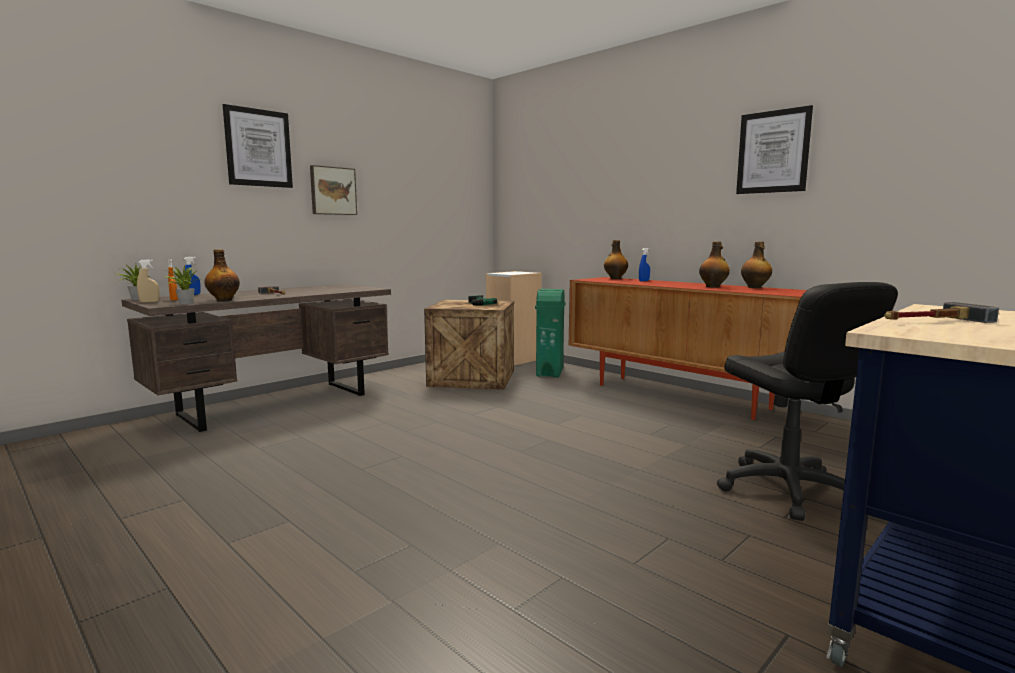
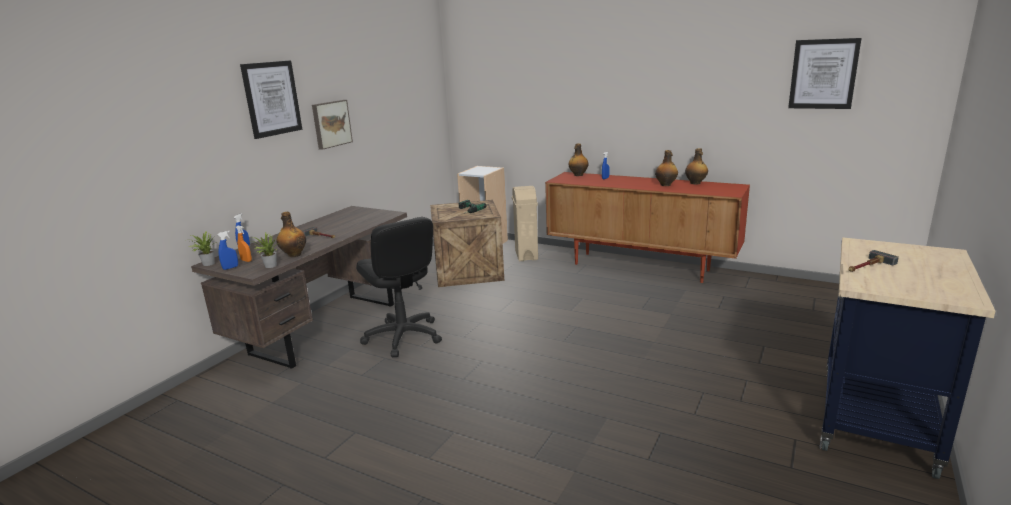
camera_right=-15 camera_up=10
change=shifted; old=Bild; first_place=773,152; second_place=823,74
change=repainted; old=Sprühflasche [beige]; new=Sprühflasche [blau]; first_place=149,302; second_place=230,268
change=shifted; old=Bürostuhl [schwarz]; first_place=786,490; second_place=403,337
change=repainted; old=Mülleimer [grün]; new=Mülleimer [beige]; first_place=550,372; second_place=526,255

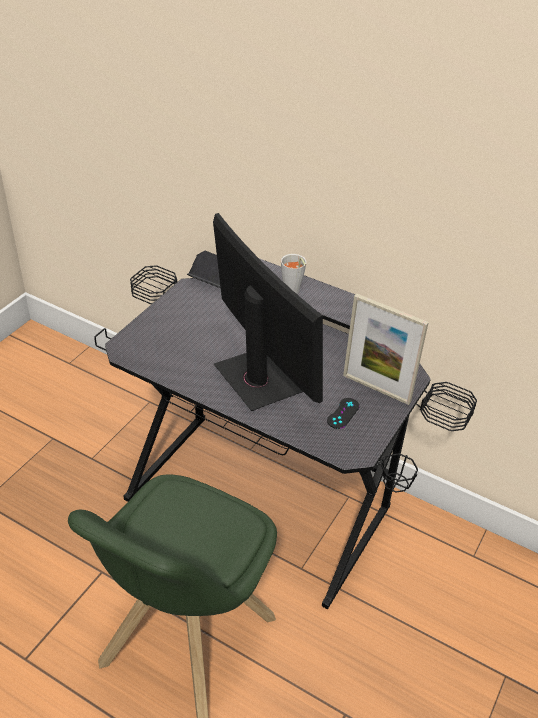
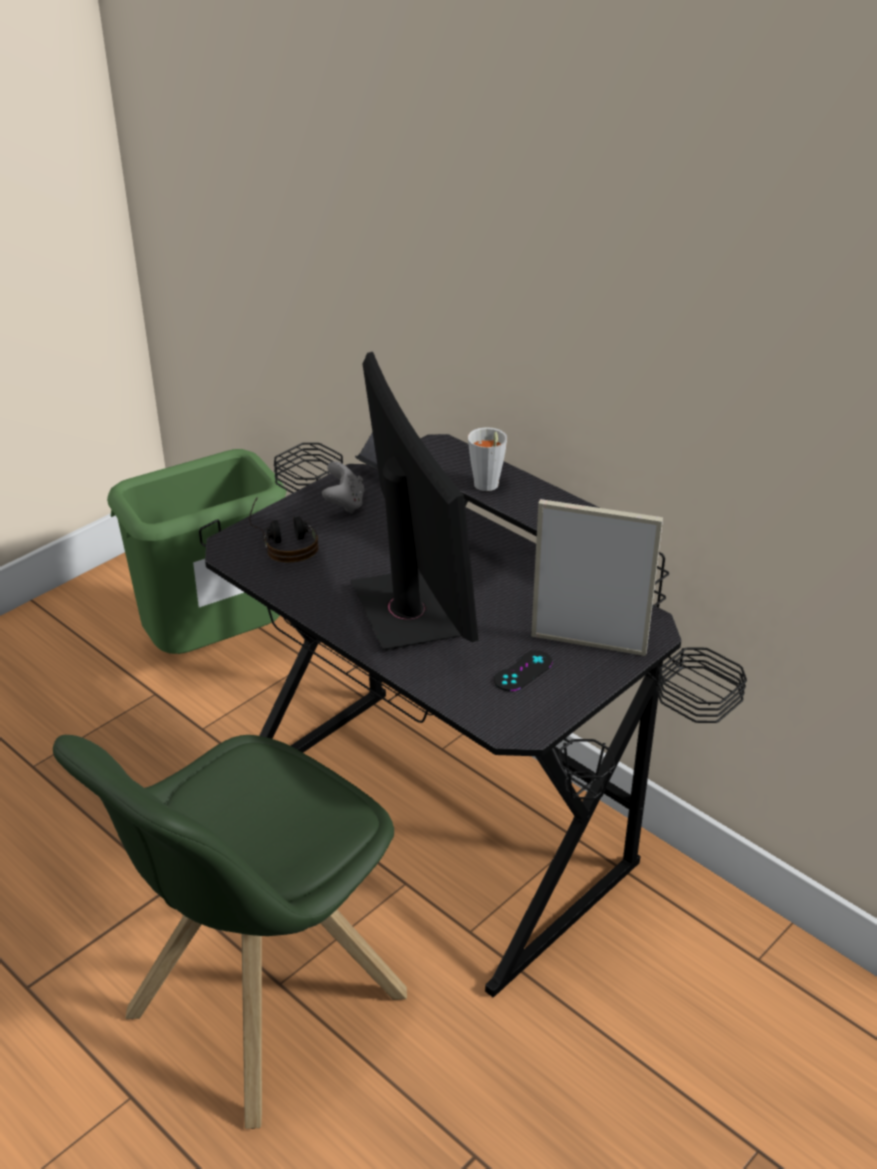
camera_right=15 camera_up=-5
change=rotated; old=Bilderrahmen; first_place=376,388; second_place=588,643; degrees=150
change=new; new=Mülleimer [grün]; second_place=217,648
change=new; new=Gamepad [grau]; second_place=344,503
change=new; new=Kopfhörer; second_place=284,541

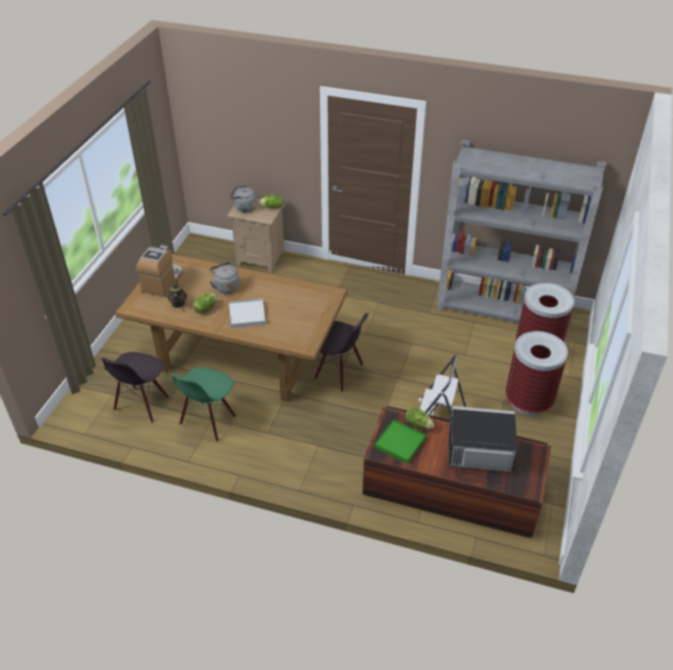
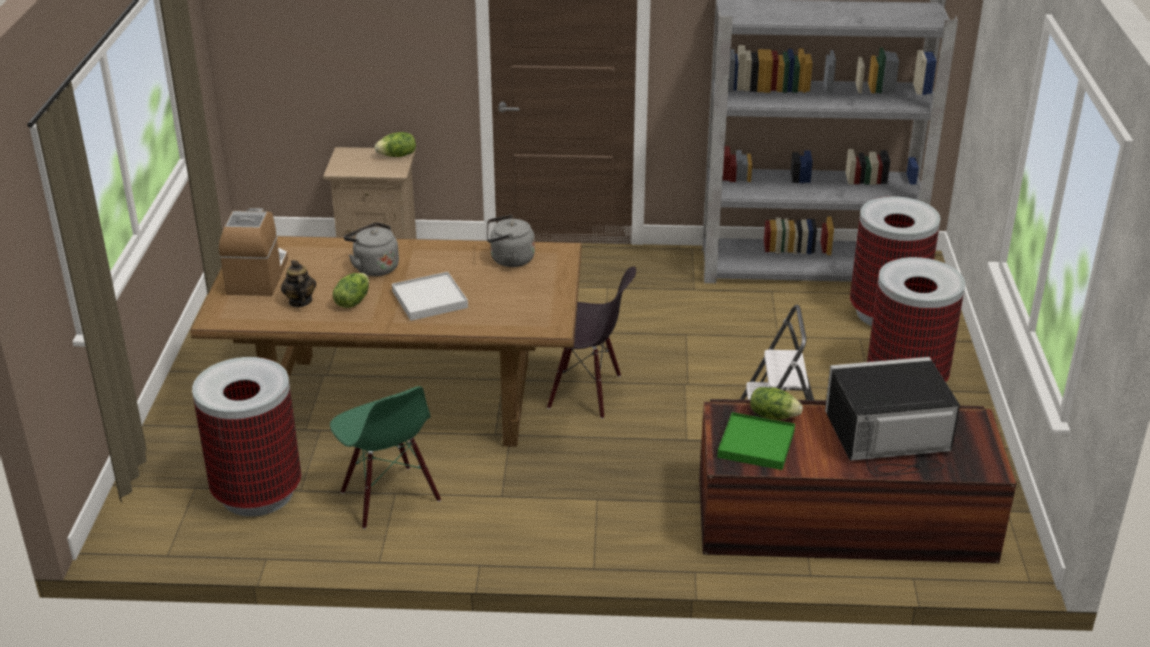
camera_right=-15 camera_up=-10
change=shifted; old=Wasserkessel [grau]; first_place=244,208; second_place=509,260
change=swapped; old=Stuhl [schwarz]; new=Mülleimer; first_place=142,404; second_place=257,493
change=rotated; old=Stuhl [grün]; first_place=208,421; second_place=389,497; degrees=-45

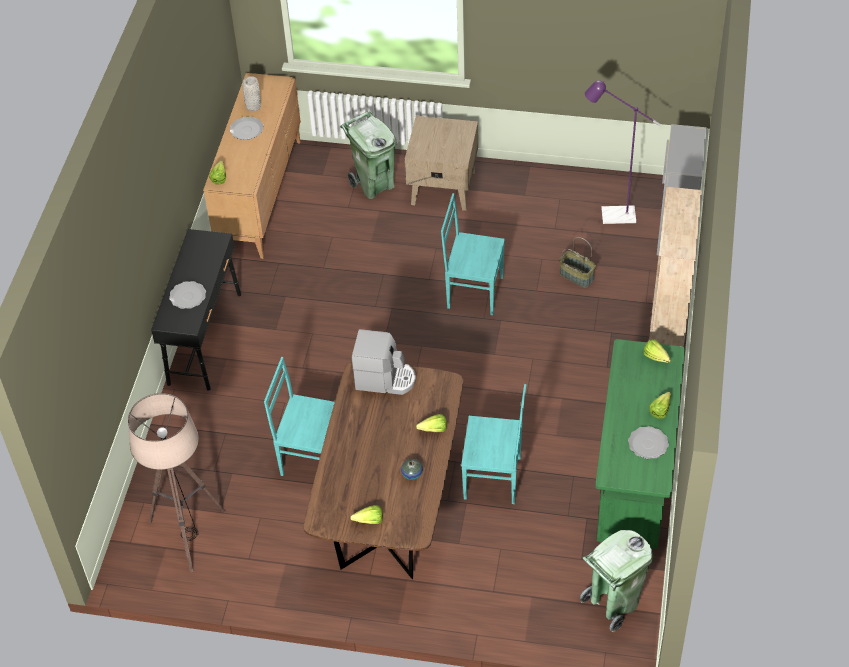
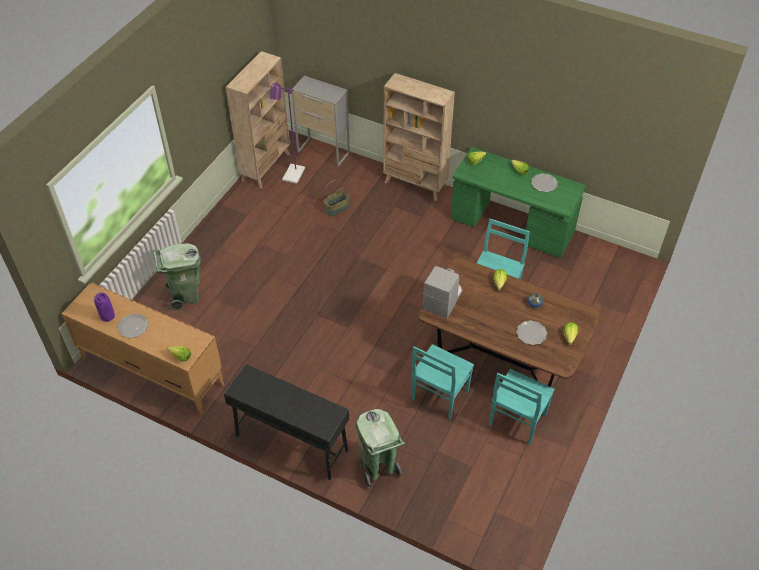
camera_right=-75 camera_up=0
change=repainted; old=Vase [grau]; new=Vase [lila]; first_place=253,106; second_place=108,317
change=gone; old=Nachttisch [beige]; first_place=444,188
change=shifted; old=Stuhl [türkis]; first_place=473,292; second_place=516,421
change=shifted; old=Teller; first_place=188,296; second_place=531,333
change=gone; old=Stehlampe; first_place=188,534
change=shifted; old=Mülleimer [grün]; first_place=613,603; second_place=378,467
change=new; new=Bücherregal [beige]; second_place=266,167

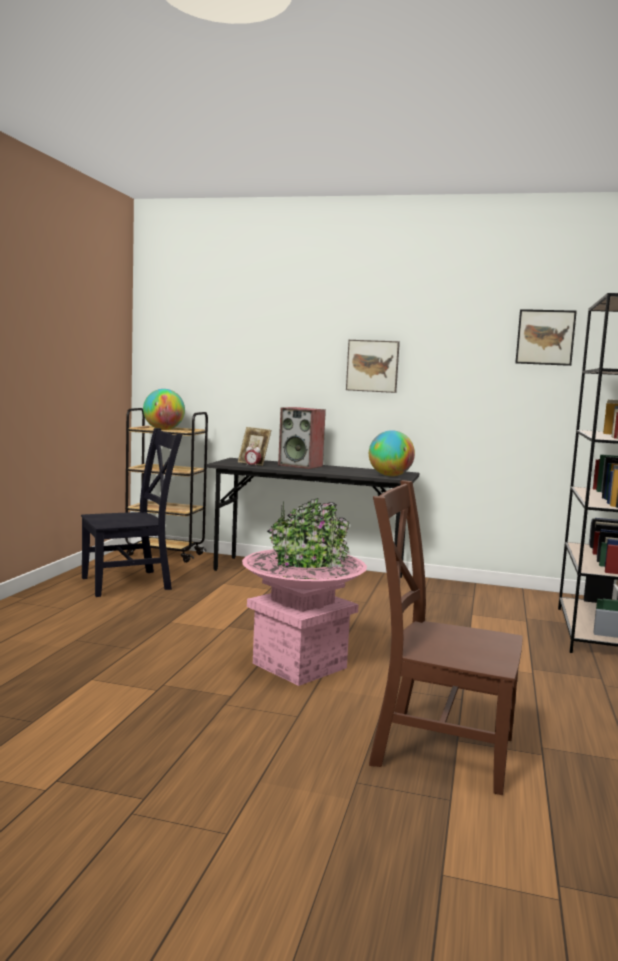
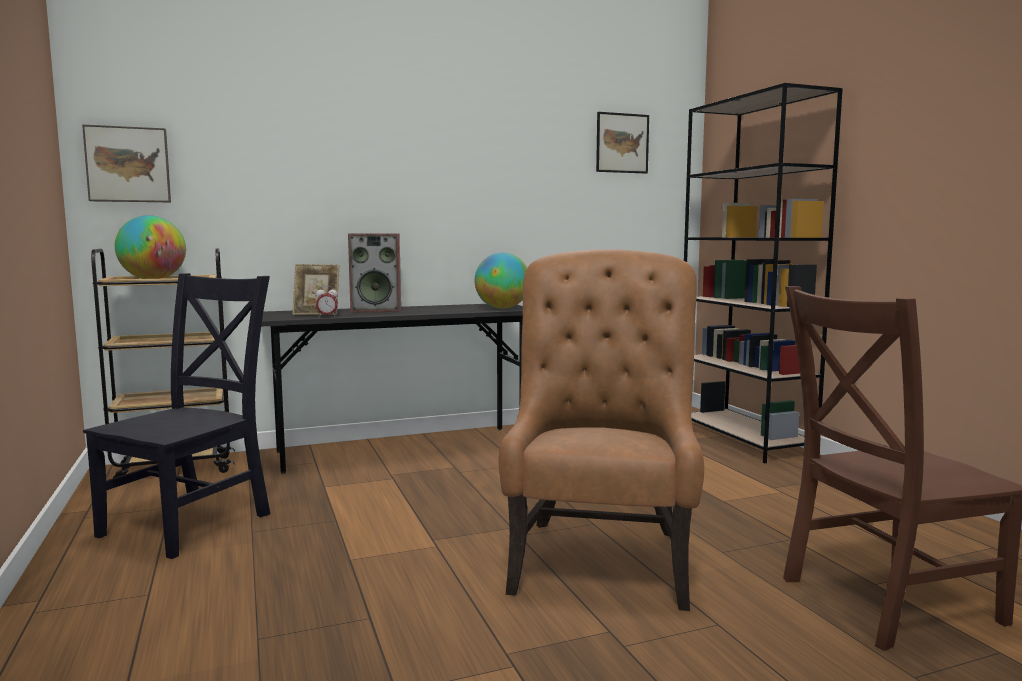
camera_right=-35 camera_up=0
change=shifted; old=Bild; first_place=373,366; second_place=128,165
change=swapped; old=Pflanzkübel [rosa]; new=Stuhl [braun]; first_place=300,665; second_place=600,560

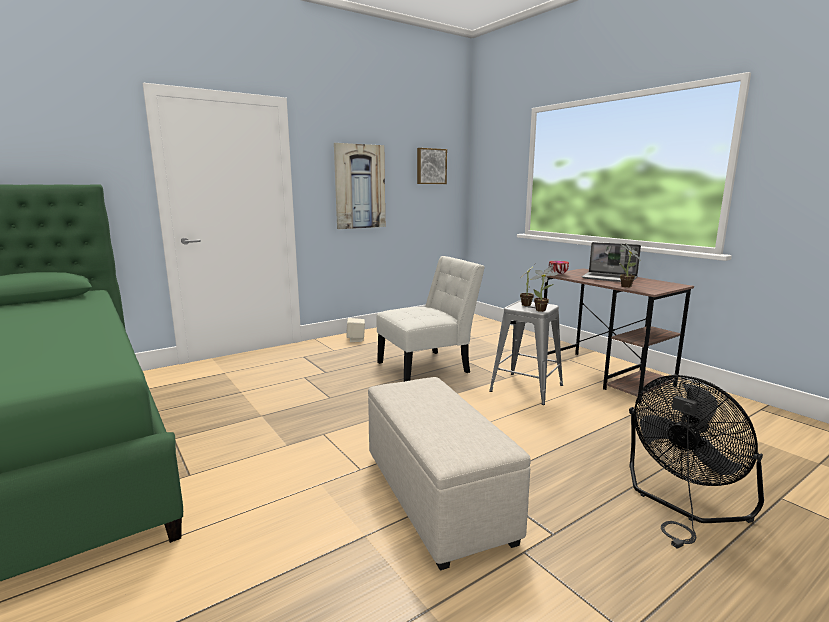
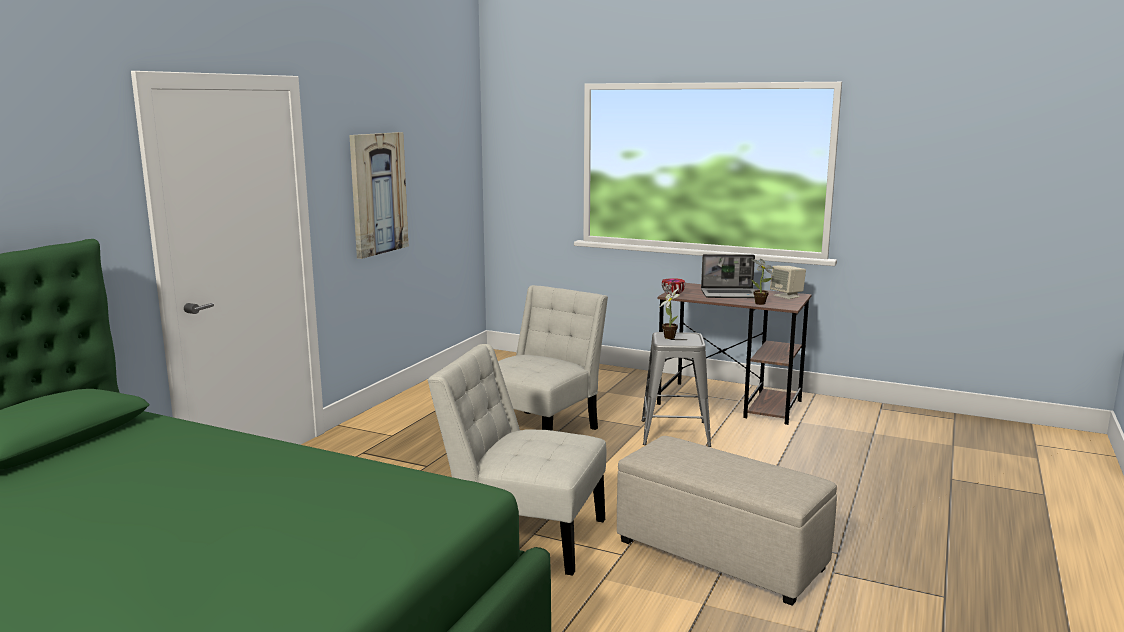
camera_right=-30 camera_up=0
change=gone; old=Bild; first_place=431,166
change=gone; old=Topfpflanze; first_place=542,310
change=shifted; old=Lautsprecher [beige]; first_place=356,340; second_place=787,296
change=gone; old=Ventilator [schwarz]; first_place=679,502
change=new; new=Stuhl [weiß]; second_place=523,535

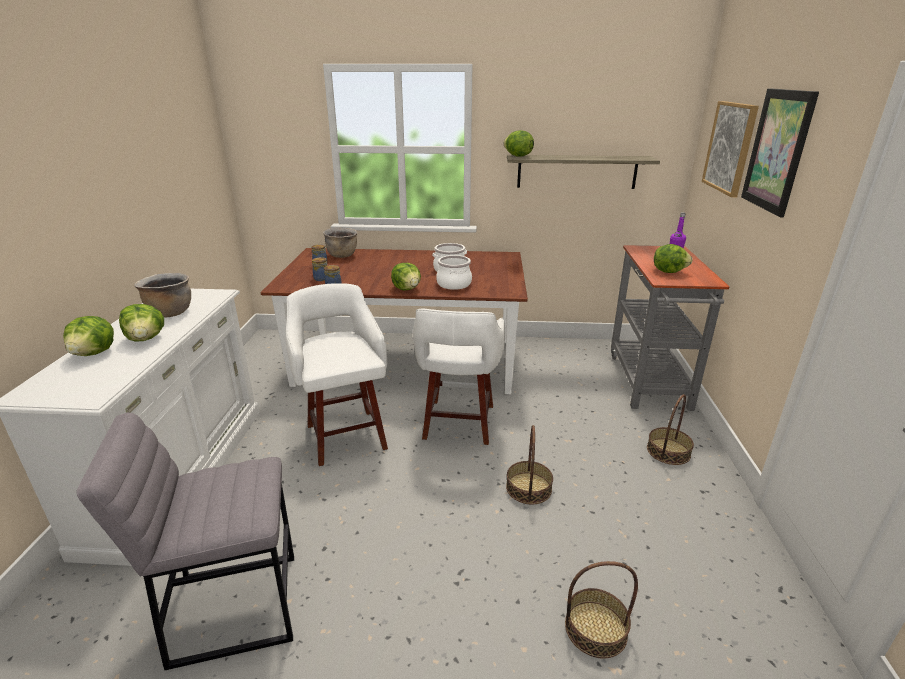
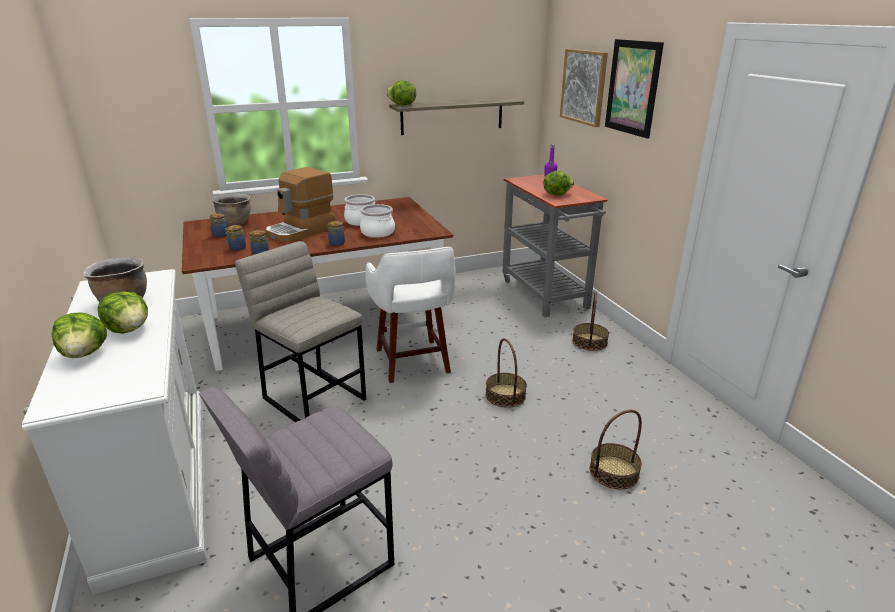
camera_right=-25 camera_up=0
change=swapped; old=Salatkopf; new=Vorratsglas; first_place=407,289; second_place=337,243
change=swapped; old=Hocker [weiß]; new=Stuhl [grau]; first_place=346,434; second_place=313,397
change=new; new=Kaffeemaschine; second_place=301,231

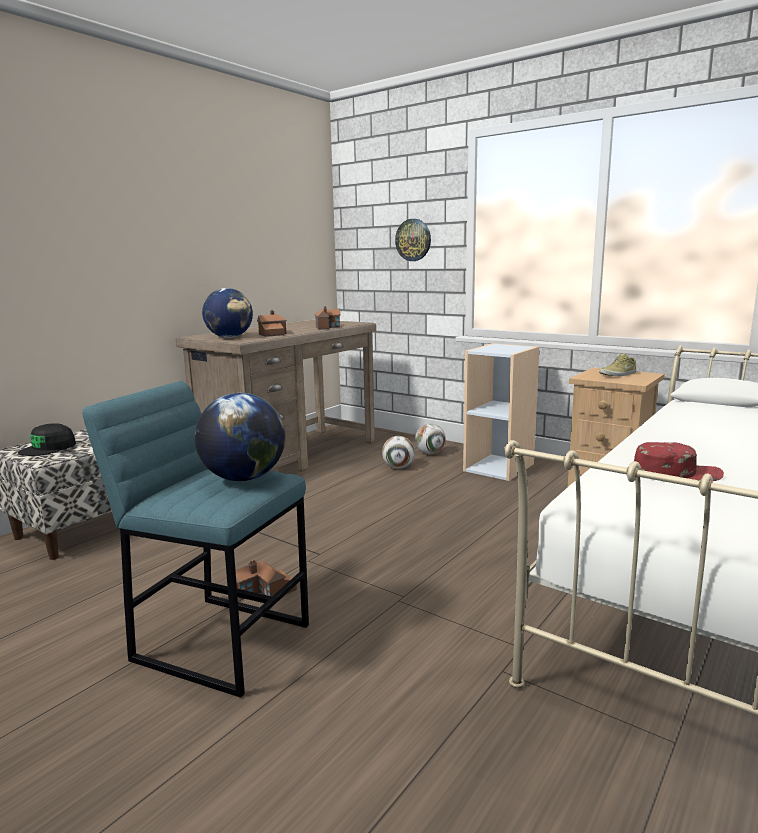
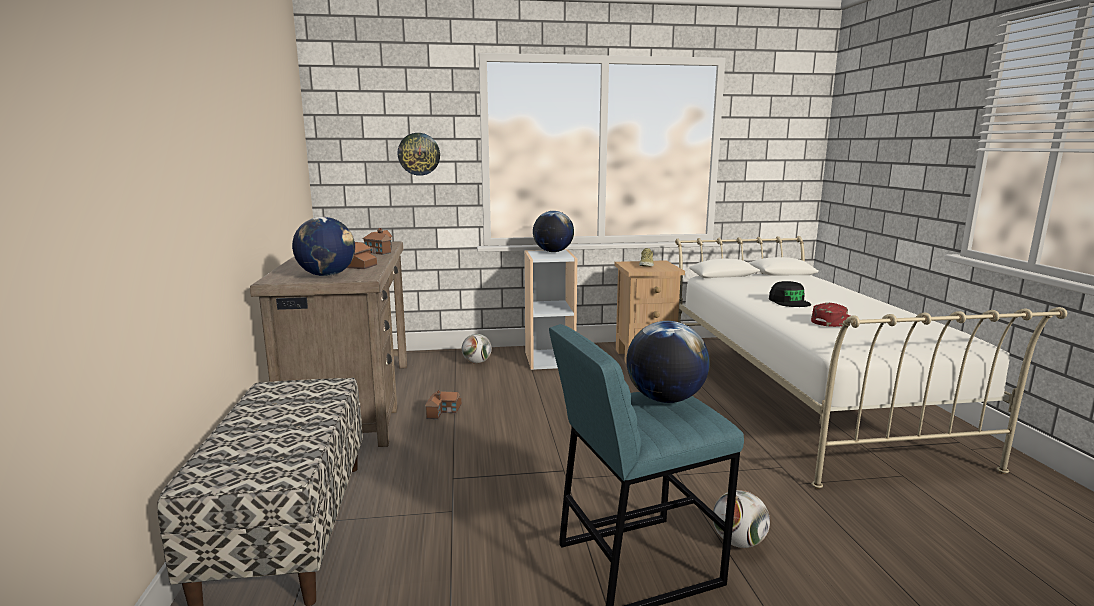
camera_right=-45 camera_up=0
change=shifted; old=Kappe [schwarz]; first_place=48,448; second_place=789,301
change=shifted; old=Fußball; first_place=398,467; second_place=738,542
change=shifted; old=Spielzeughaus; first_place=264,591; second_place=443,411
change=new; new=Globus; second_place=553,252

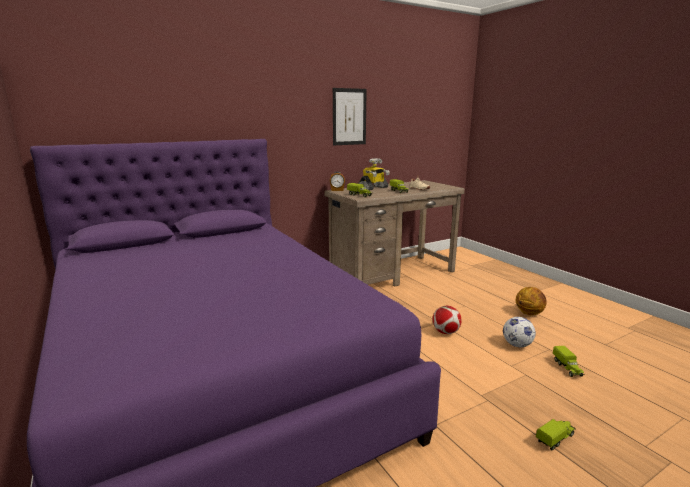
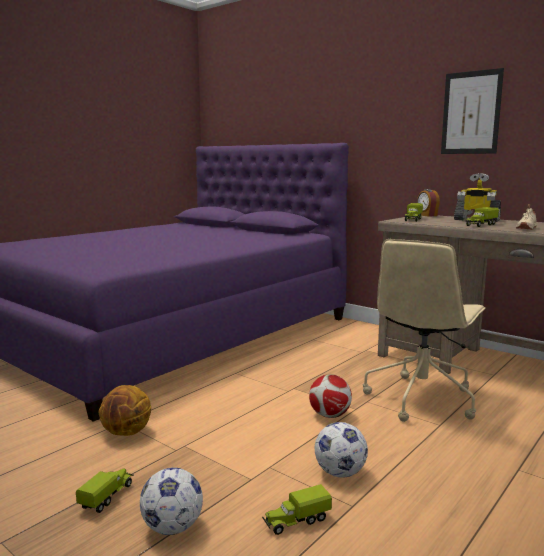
camera_right=70 camera_up=-5
change=shifted; old=Basketball; first_place=529,313; second_place=127,433
change=rotated; old=Spielzeuglaster; first_place=555,439; second_place=107,497; degrees=-105
change=new; new=Bürostuhl [beige]; second_place=422,397
change=new; new=Fußball; second_place=172,527

